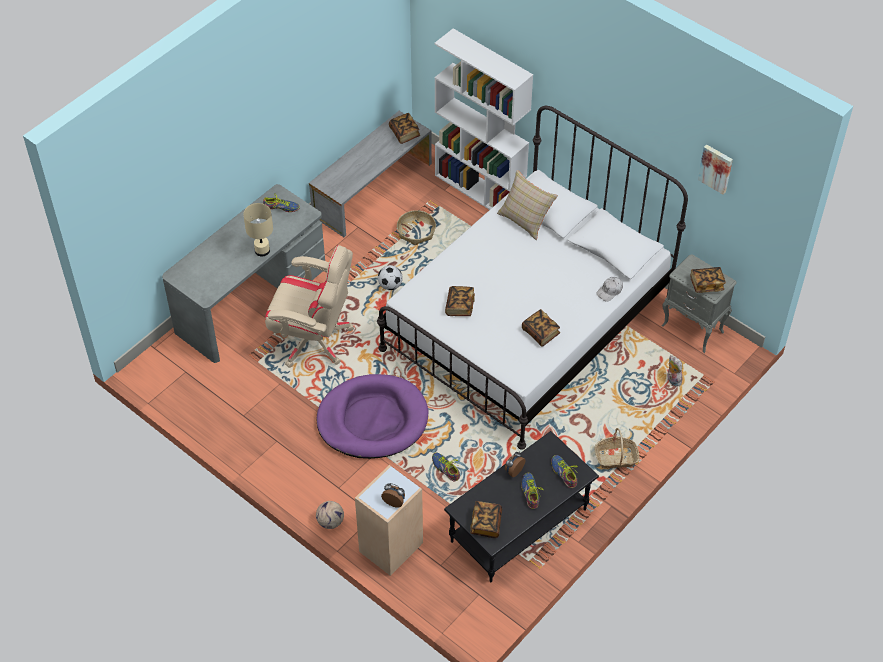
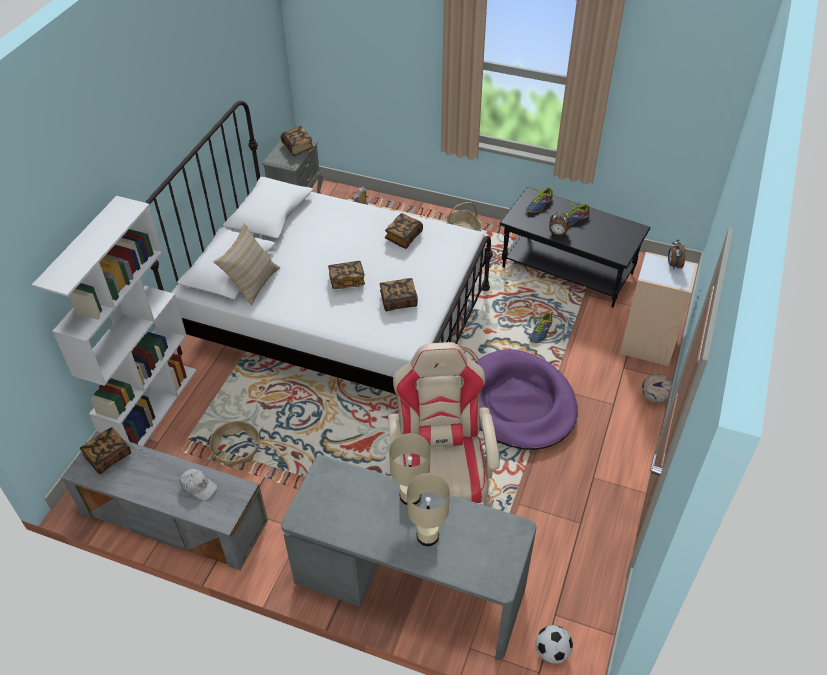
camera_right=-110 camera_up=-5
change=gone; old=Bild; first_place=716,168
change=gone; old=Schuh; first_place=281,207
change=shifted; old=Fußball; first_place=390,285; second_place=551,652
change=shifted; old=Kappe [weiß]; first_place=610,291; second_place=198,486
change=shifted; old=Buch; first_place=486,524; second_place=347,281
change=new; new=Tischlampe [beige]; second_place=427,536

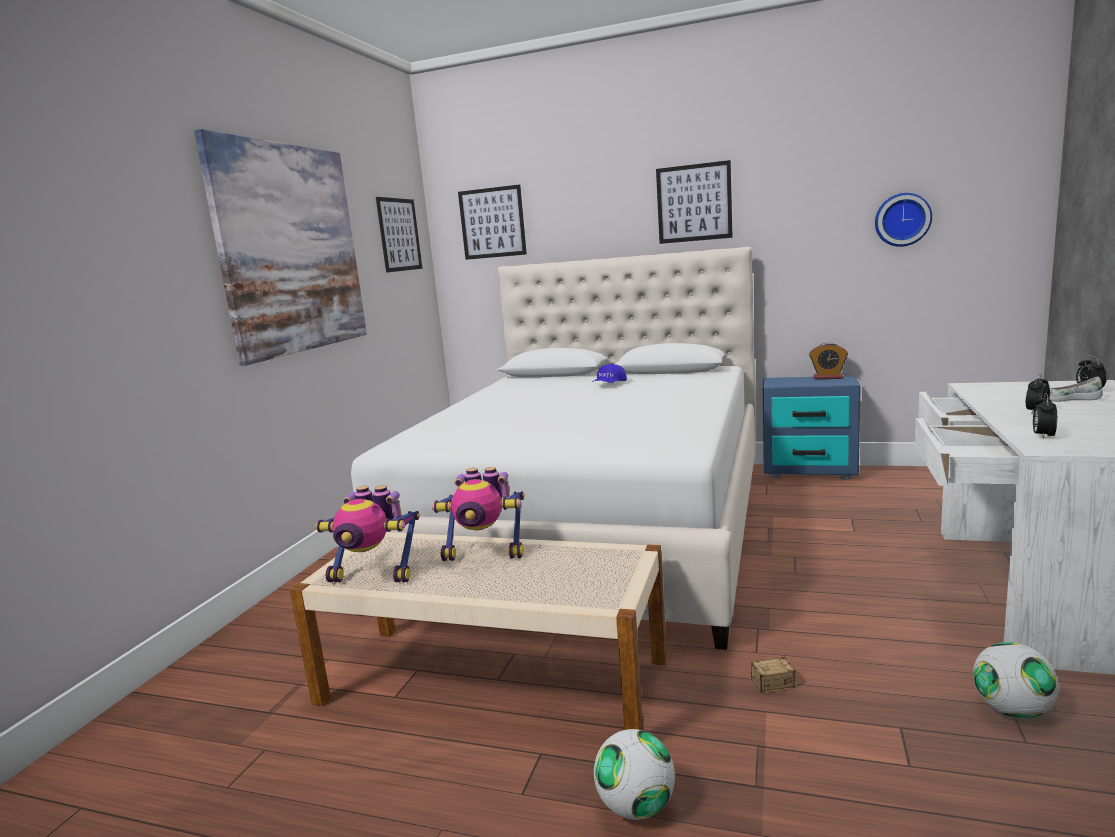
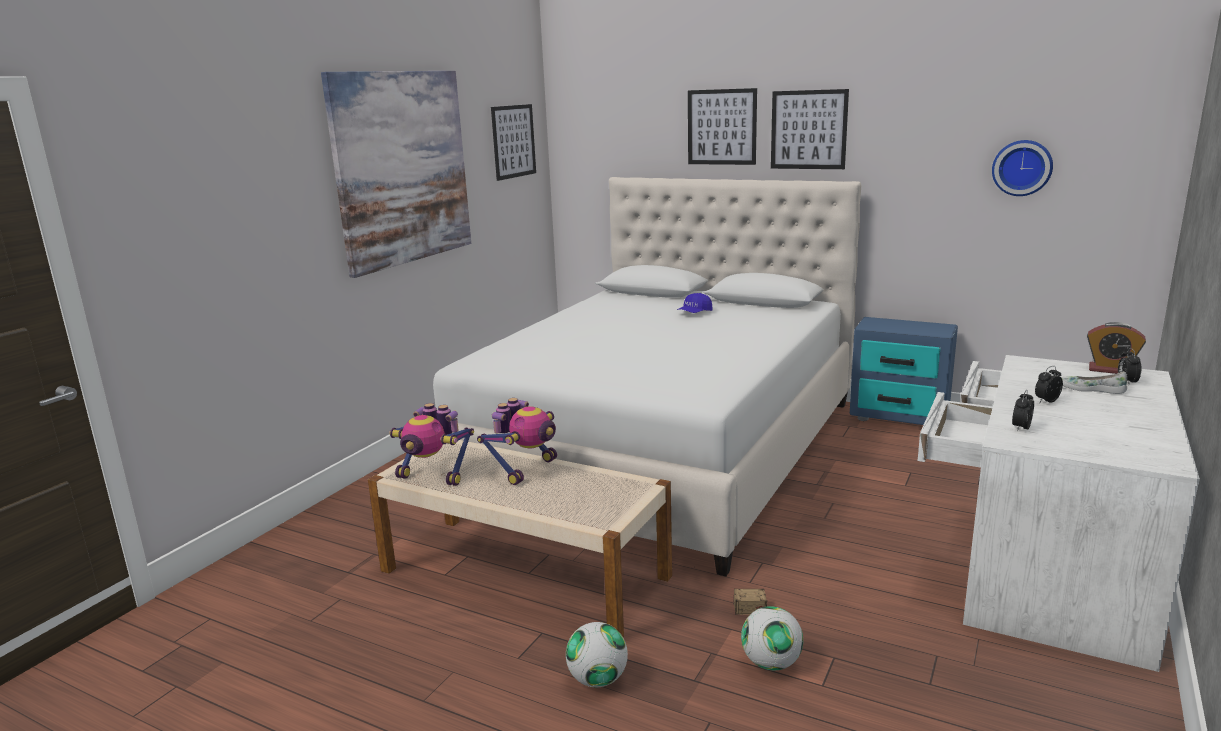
camera_right=10 camera_up=5
change=shifted; old=Bild; first_place=492,223; second_place=721,127
change=shifted; old=Wecker; first_place=828,377; second_place=1110,370
change=rotated; old=Spielzeugroboter; first_place=485,553; second_place=526,469; degrees=-75
change=shifted; old=Fußball; first_place=1012,710; second_place=771,663

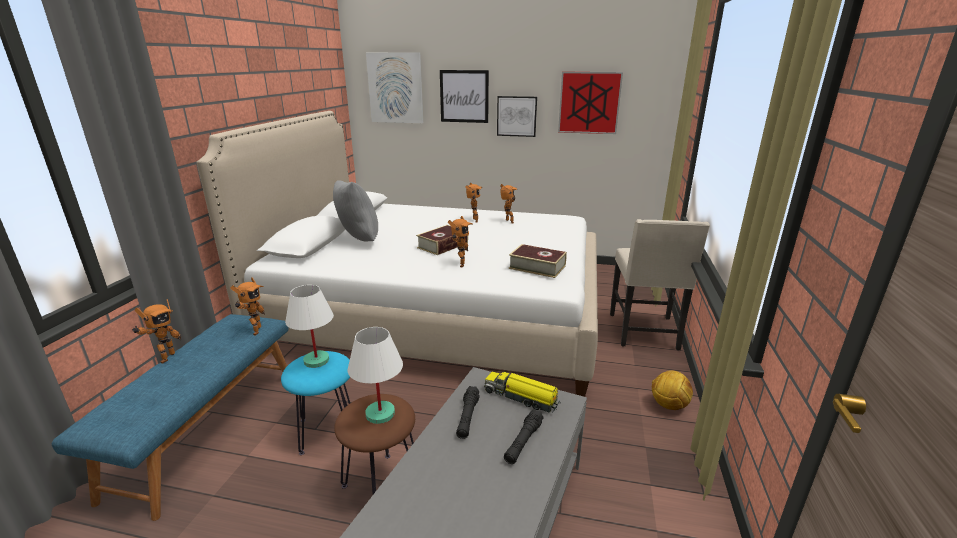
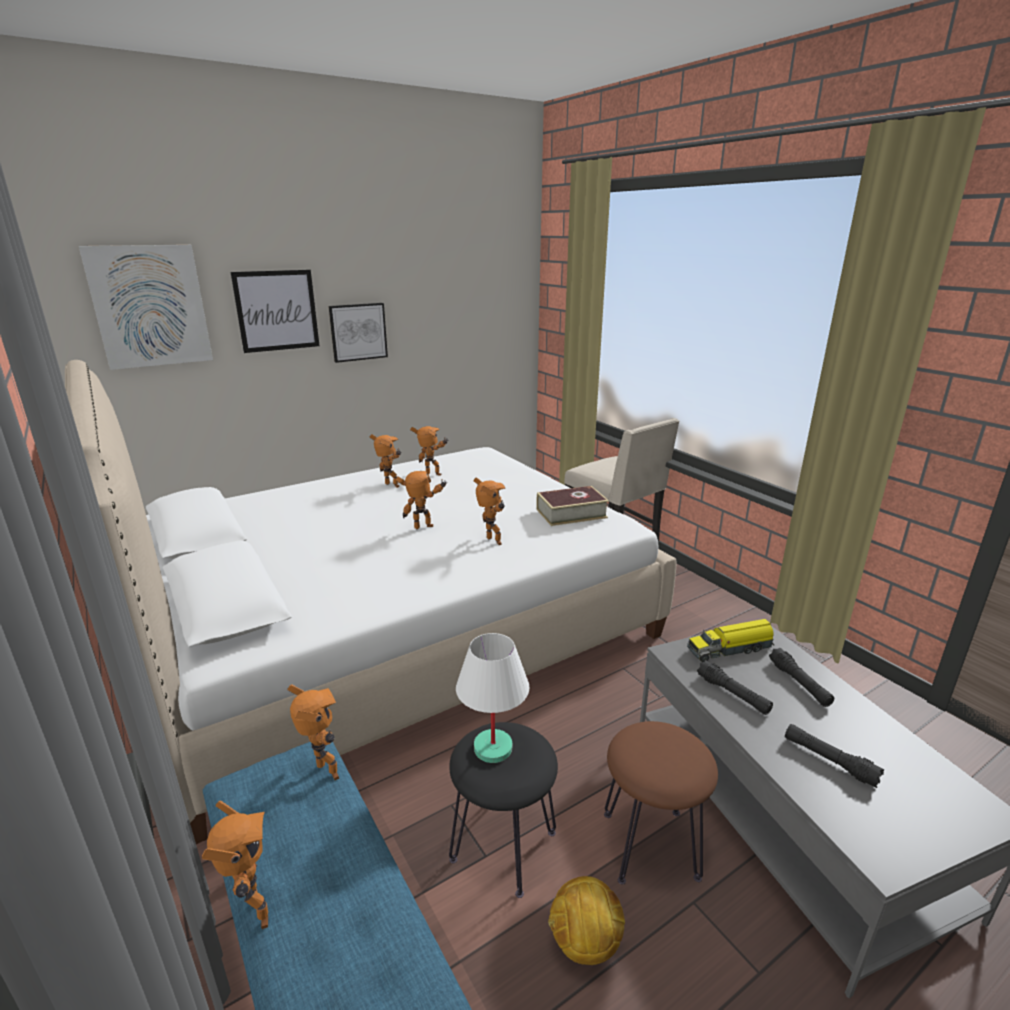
camera_right=-45 camera_up=0
change=gone; old=Bild; first_place=589,103
change=gone; old=Kissen [grau]; first_place=357,240
change=swapped; old=Buch; new=Spielzeugroboter; first_place=443,245; second_place=425,528
change=gone; old=Tischlampe [weiß]; first_place=380,414
change=repainted; old=Hocker [türkis]; new=Hocker [schwarz]; first_place=326,431; second_place=503,846
change=shifted; old=Fußball; first_place=668,405; second_place=585,944
change=new; new=Taschenlampe [schwarz]; second_place=829,761

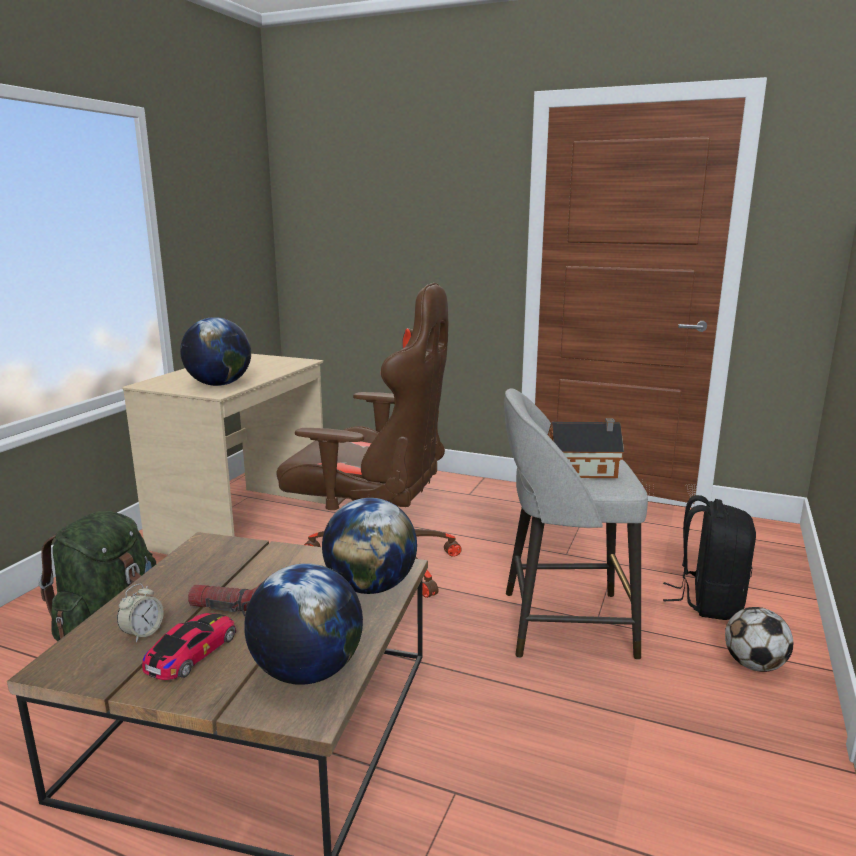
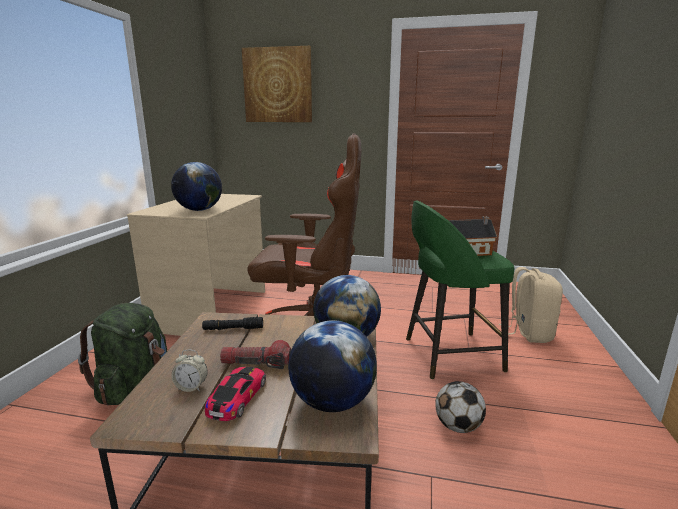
camera_right=-10 camera_up=0
change=repainted; old=Hocker [grau]; new=Hocker [grün]; first_place=562,623; second_place=449,354
change=repainted; old=Rucksack [schwarz]; new=Rucksack [beige]; first_place=708,601; second_place=528,333
change=rotated; old=Wecker; first_place=143,633; second_place=191,387; degrees=75
change=shifted; old=Fußball; first_place=754,665; second_place=458,426
change=new; new=Bild; second_place=278,85
change=new; new=Taschenlampe [schwarz]; second_place=233,329

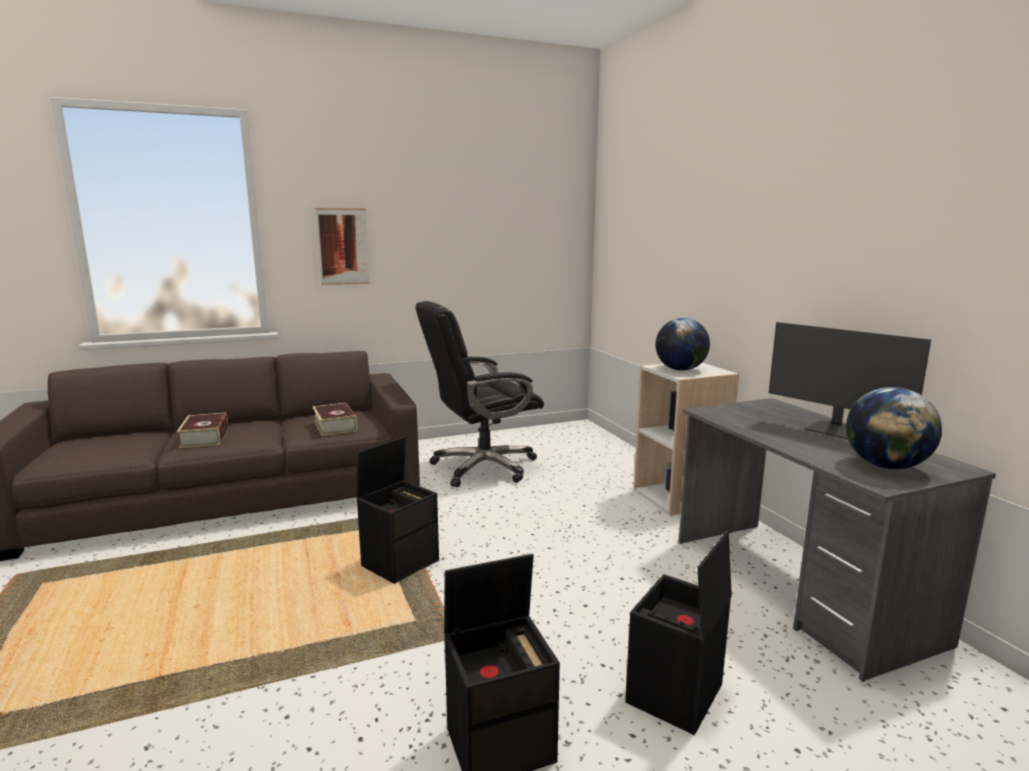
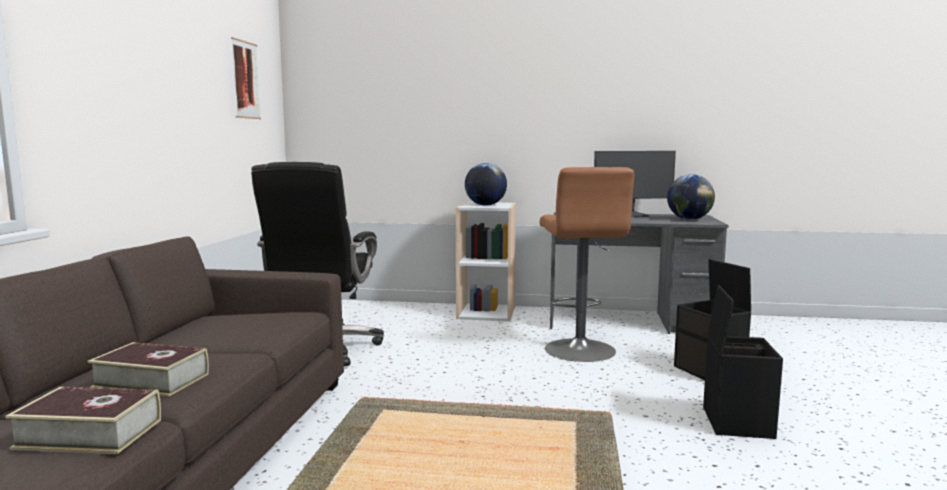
camera_right=-60 camera_up=-5
change=shifted; old=Bild; first_place=343,246; second_place=246,80
change=shifted; old=Buch; first_place=335,426; second_place=89,434
change=gone; old=Aufbewahrungsbox [schwarz]; first_place=400,562
change=new; new=Hocker [braun]; second_place=579,350

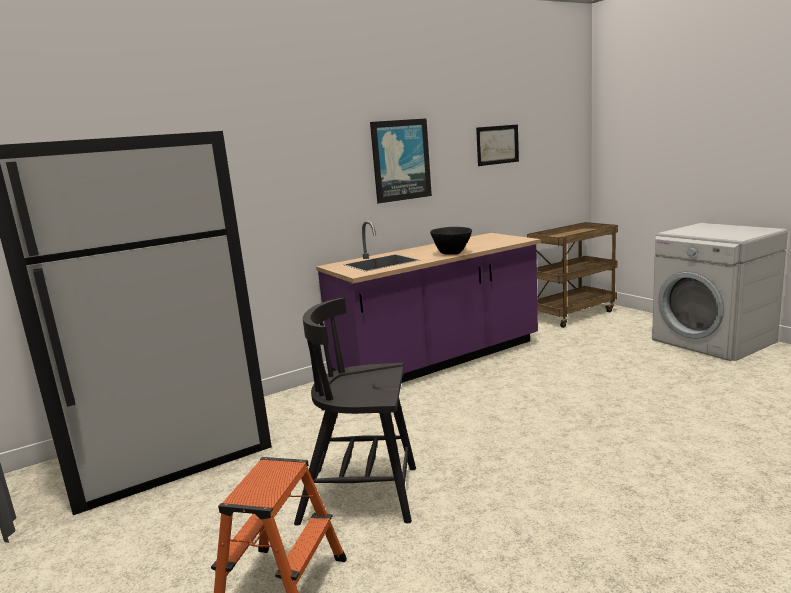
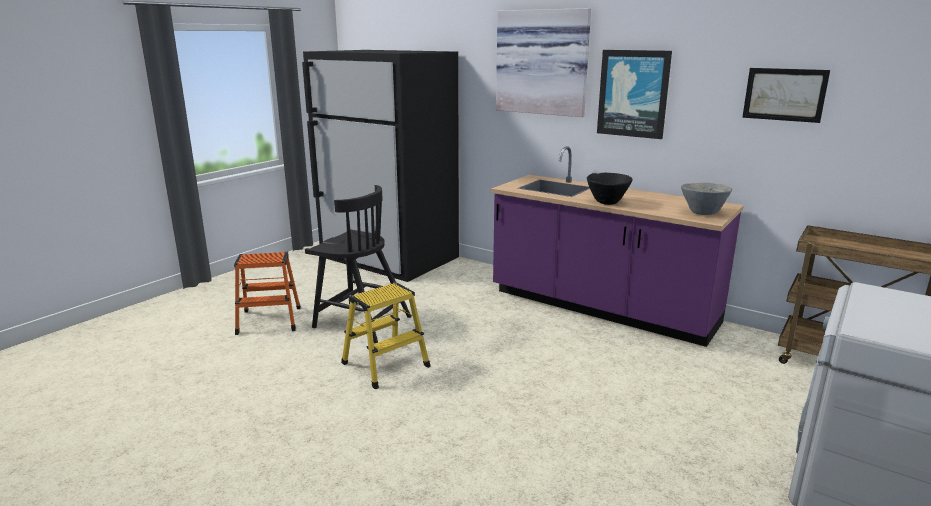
camera_right=65 camera_up=5
change=rotated; old=Stuhl [schwarz]; first_place=362,494; second_place=360,321; degrees=135
change=new; new=Bild; second_place=543,62
change=new; new=Schüssel [grau]; second_place=702,213
change=new; new=Trittleiter [gelb]; second_place=385,364

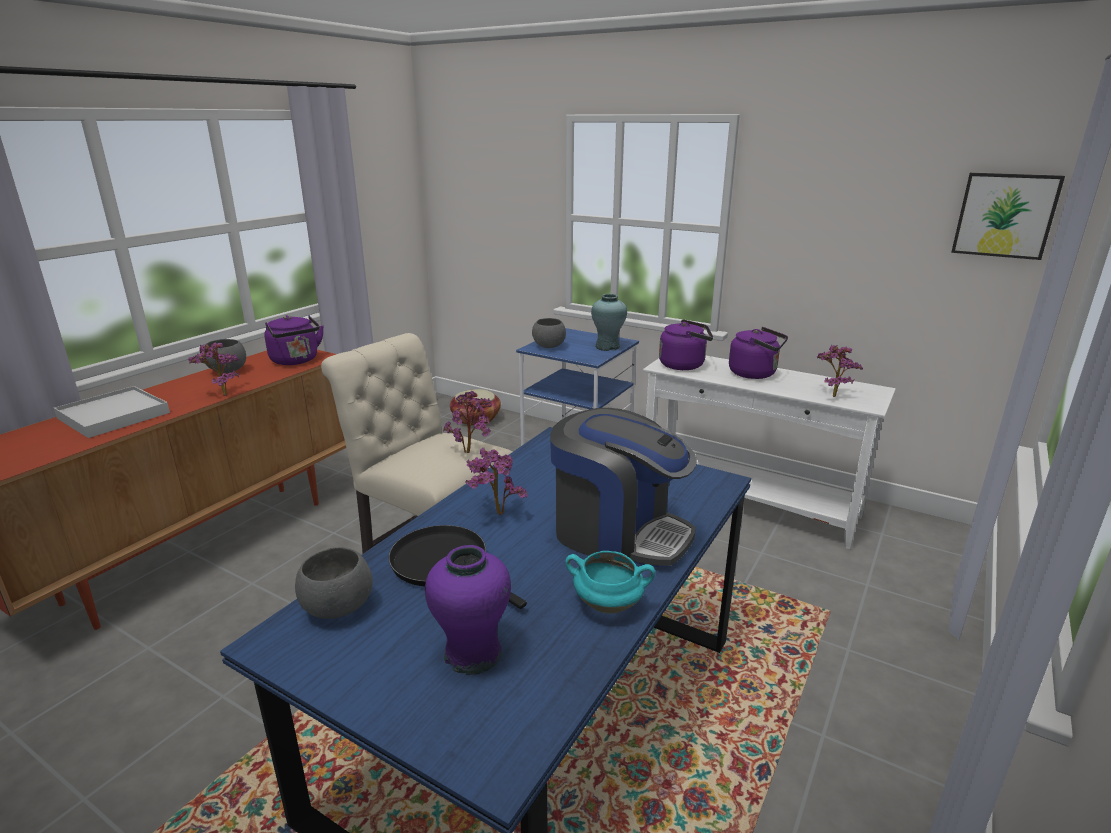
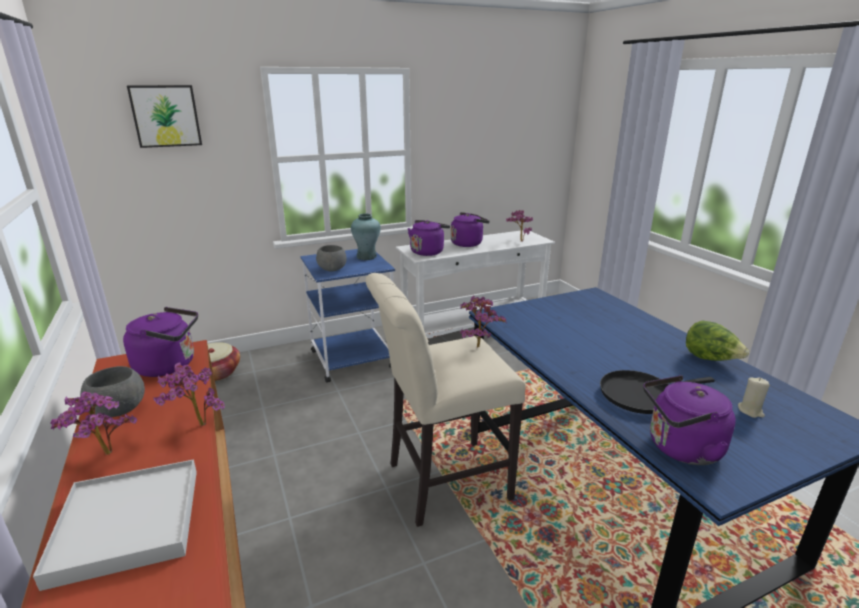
camera_right=-55 camera_up=0
change=shifted; old=Bild; first_place=1005,215; second_place=166,116
change=gone; old=Kaffeemaschine; first_place=618,533
change=shifted; old=Topfpflanze; first_place=495,515; second_place=105,457
change=swapped; old=Vase [lila]; new=Kerze [beige]; first_place=473,654; second_place=750,411
change=swapped; old=Schüssel [grau]; new=Wasserkessel [lila]; first_place=337,607; second_place=680,448
change=swapped; old=Kochtopf [türkis]; new=Salatkopf; first_place=609,604; second_place=710,359

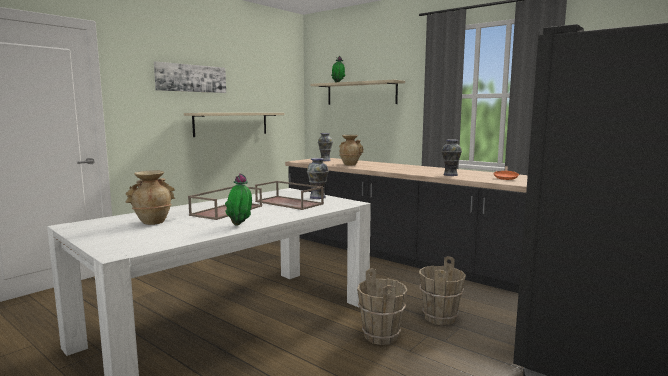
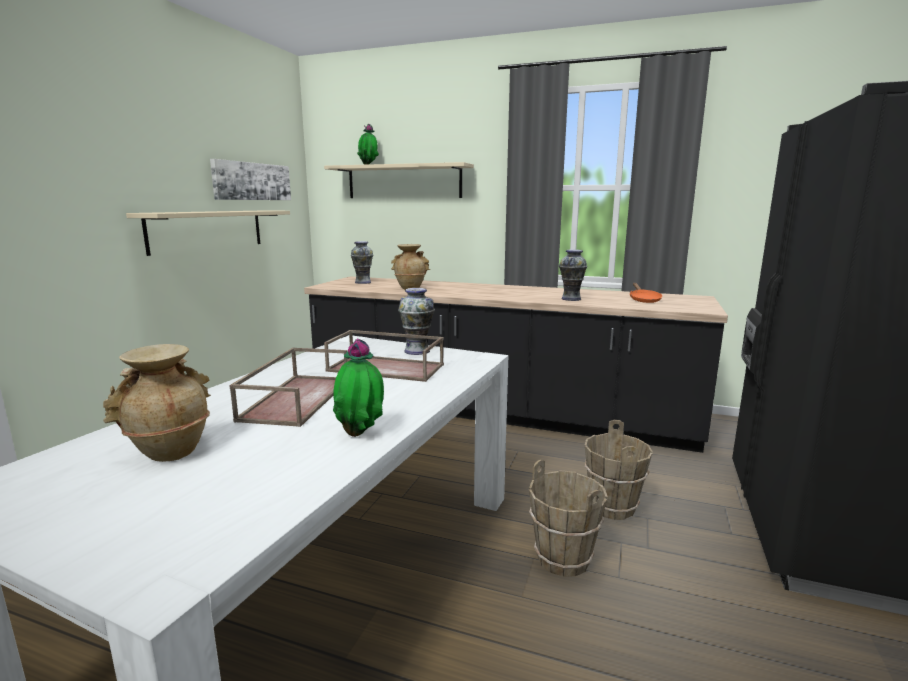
camera_right=-20 camera_up=5
change=shifted; old=Bild; first_place=191,78; second_place=252,181

